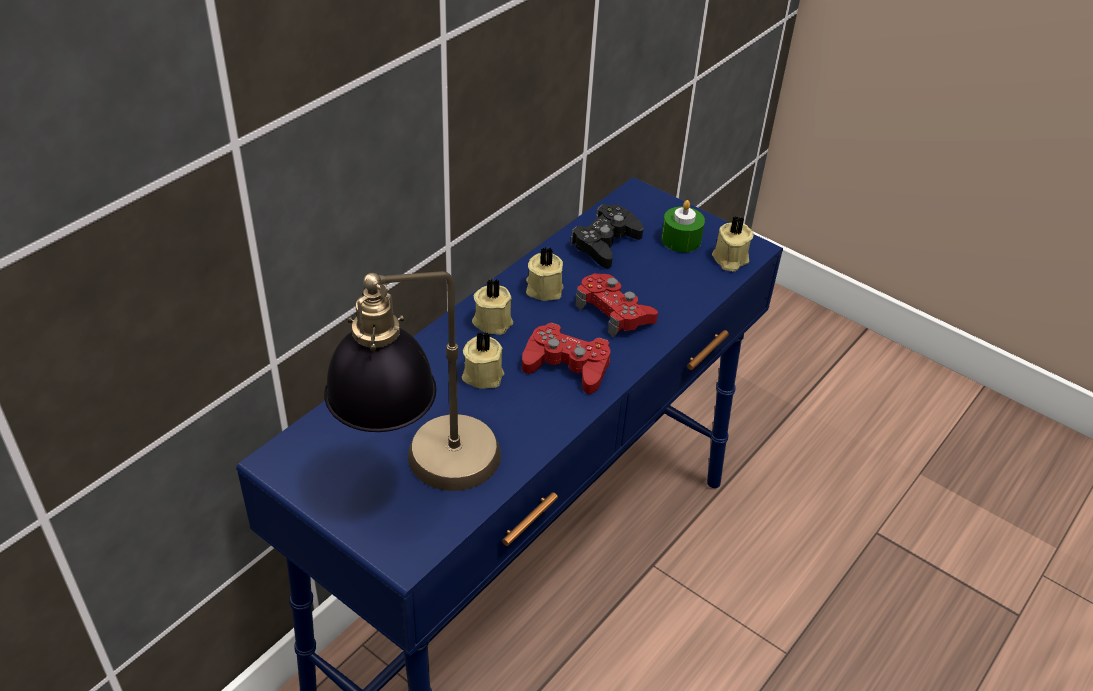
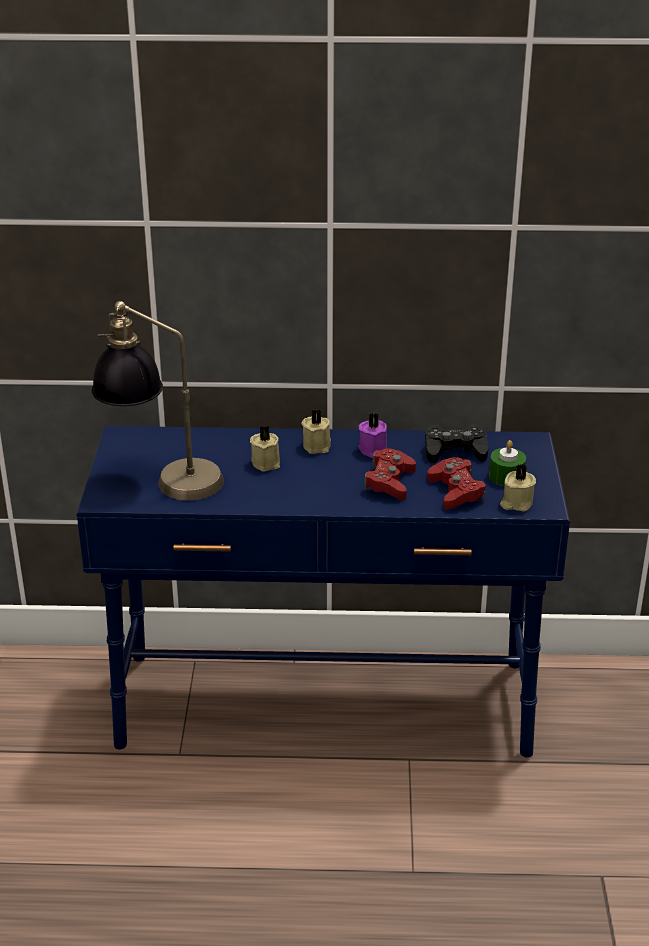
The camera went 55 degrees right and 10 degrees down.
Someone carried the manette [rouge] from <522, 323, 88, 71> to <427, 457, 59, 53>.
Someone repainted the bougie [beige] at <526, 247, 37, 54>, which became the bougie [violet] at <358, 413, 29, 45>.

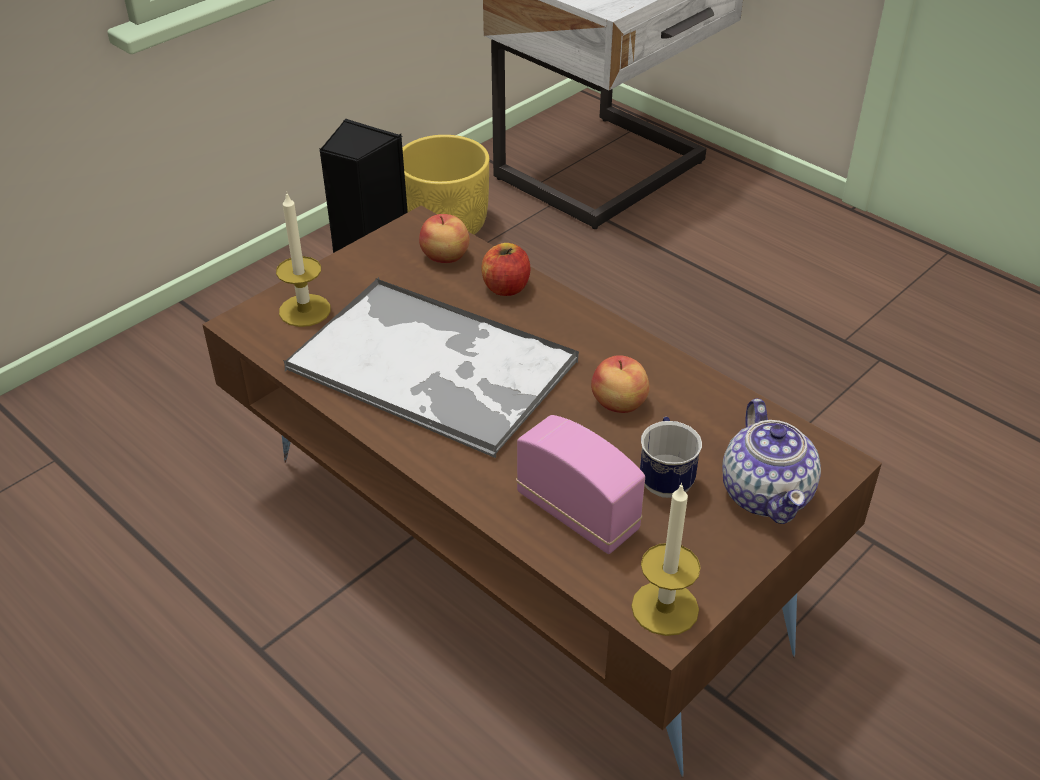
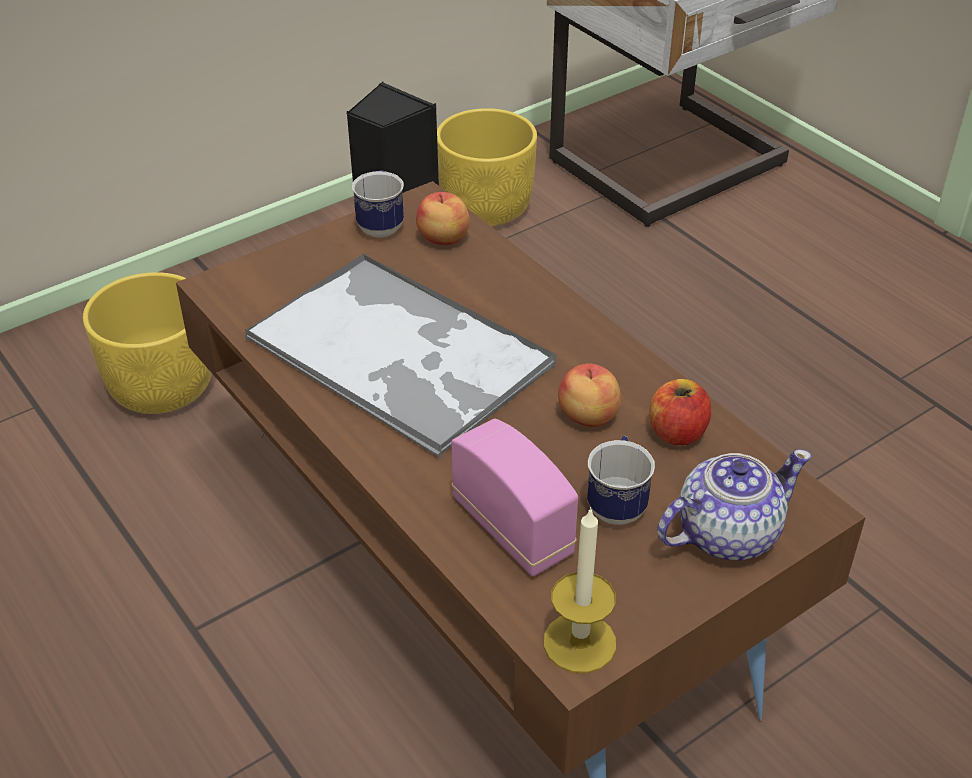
The camera went 10 degrees right and 0 degrees up.
Someone took away the bougie at <276, 191, 55, 136>.
Someone put down the cache-pot [jaune] at <83, 272, 129, 142>.
Someone put down the mug at <352, 170, 52, 68>.
Someone carried the pomme from <481, 243, 50, 53> to <650, 379, 61, 66>.
Someone rotated the théière at <722, 399, 99, 125> by 120 degrees counterclockwise.

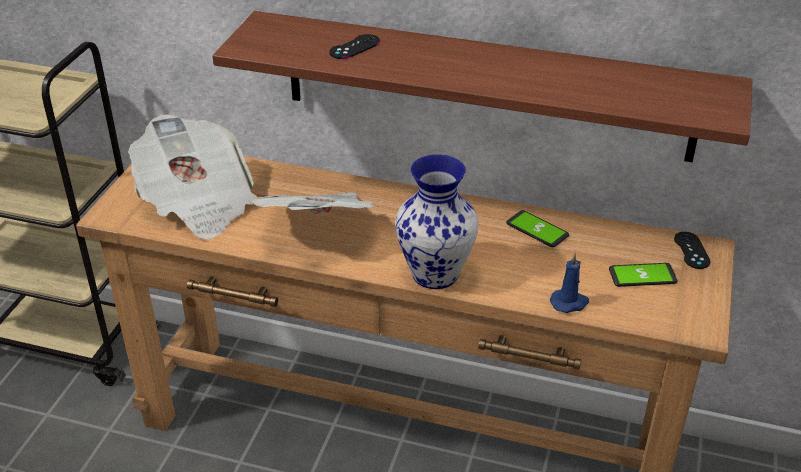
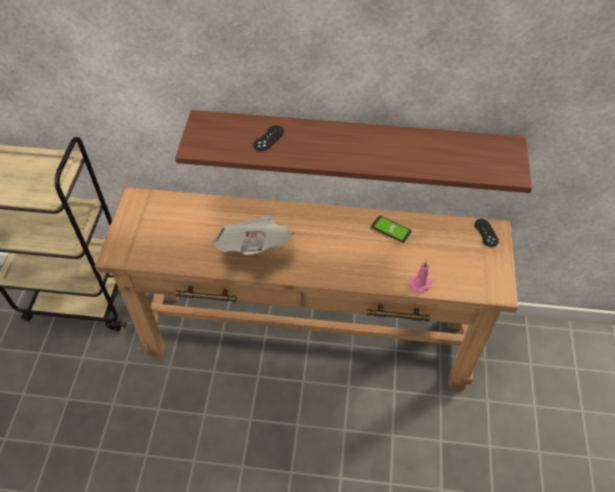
The camera went 10 degrees left and 15 degrees up.
Someone took away the journal at <128, 114, 129, 125>.
Someone took away the vase at <395, 154, 83, 135>.
Someone took away the téléphone at <609, 263, 69, 24>.
Someone repainted the bougie [bleu] at <550, 253, 39, 60>, which became the bougie [rose] at <409, 262, 23, 31>.

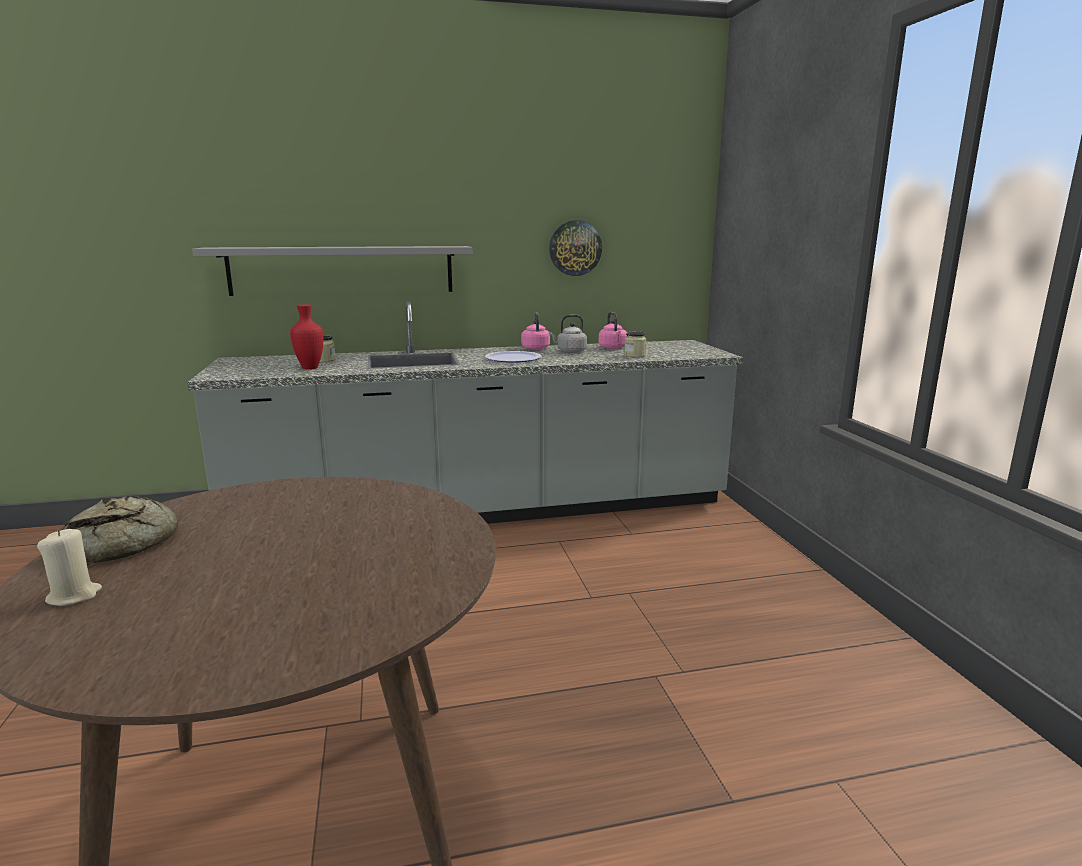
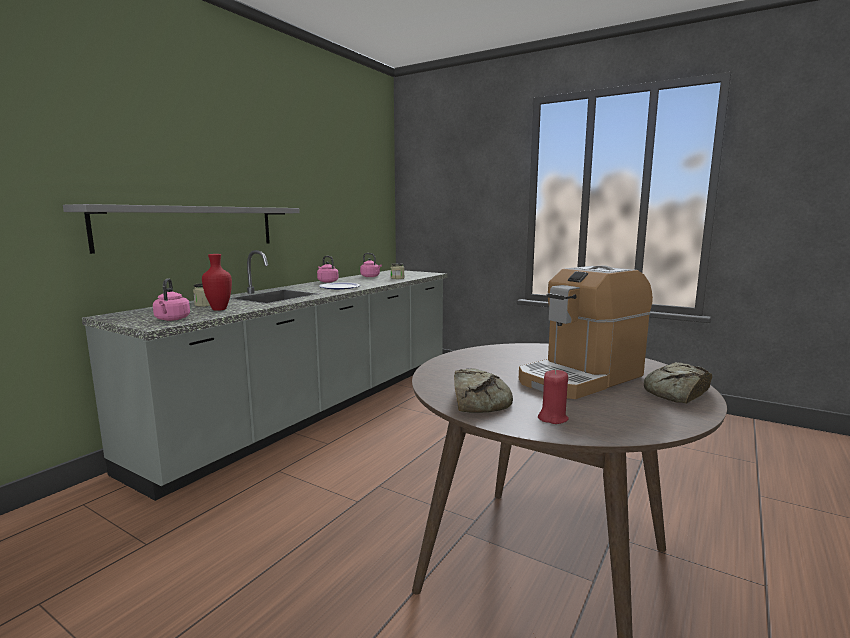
The camera went 45 degrees left and 5 degrees down.
Someone took away the horloge murale at <549, 220, 53, 56>.
Someone took away the bouilloire [gris] at <549, 315, 38, 38>.
Someone put down the bouilloire [rose] at <153, 278, 37, 43>.
Someone put down the machine à café at <519, 265, 134, 134>.
Someone put down the pain at <644, 362, 68, 42>.
Someone repainted the bougie [beige] at <37, 529, 65, 77>, which became the bougie [rouge] at <538, 369, 31, 55>.

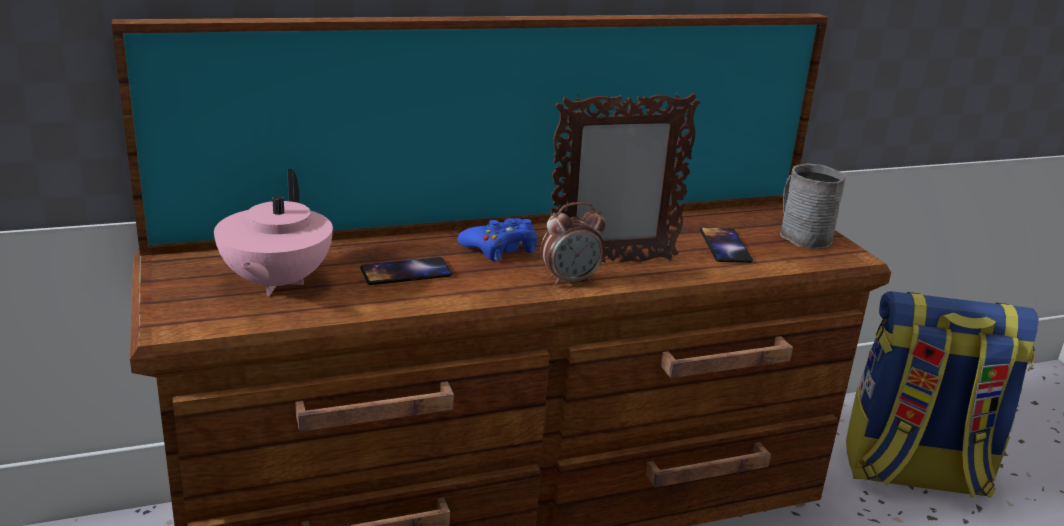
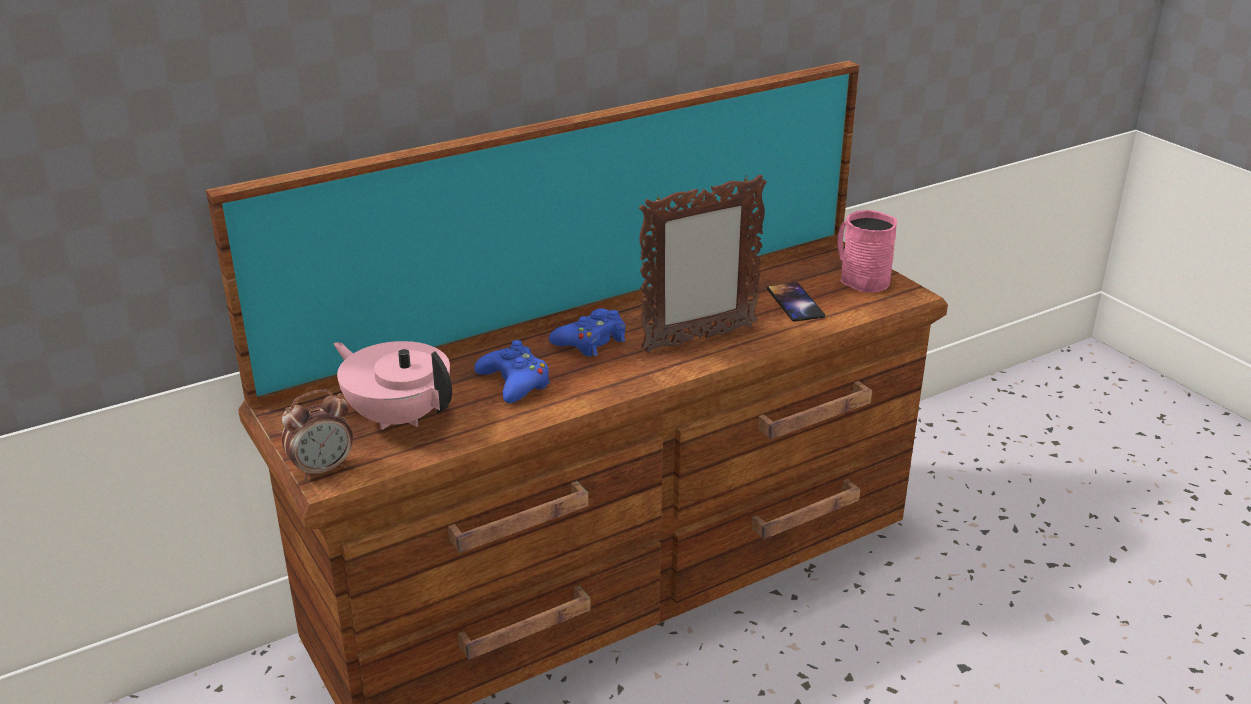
The camera went 10 degrees left and 5 degrees up.
Someone took away the sac à dos at <846, 291, 193, 207>.
Someone carried the réveil from <541, 202, 65, 84> to <282, 389, 71, 91>.
Someone swapped the téléphone at <360, 257, 92, 28> for the manette [bleu] at <474, 340, 76, 63>.
Someone repainted the mug [gris] at <780, 163, 66, 86>, which became the mug [rose] at <837, 210, 60, 83>.
Someone rotated the théière [rose] at <214, 169, 119, 127> by 135 degrees clockwise.

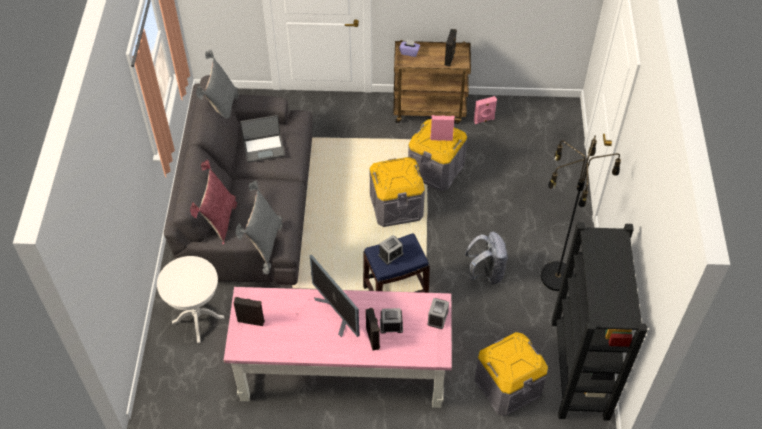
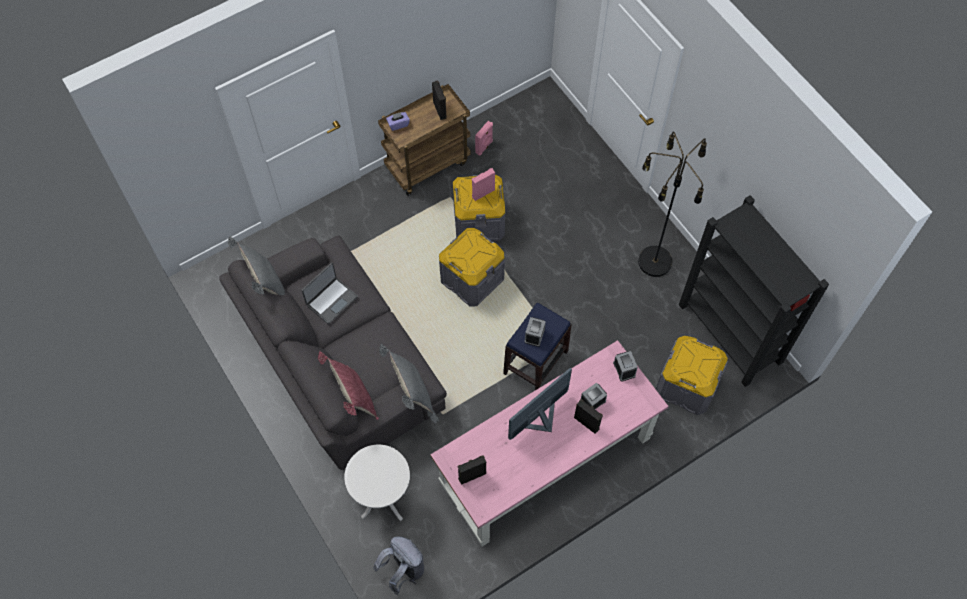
The camera went 35 degrees left and 10 degrees up.
Someone carried the sac à dos [gris] from <465, 232, 43, 52> to <373, 536, 51, 59>.
Someone rotated the écran d'ordinateur at <310, 254, 49, 83> by 120 degrees clockwise.

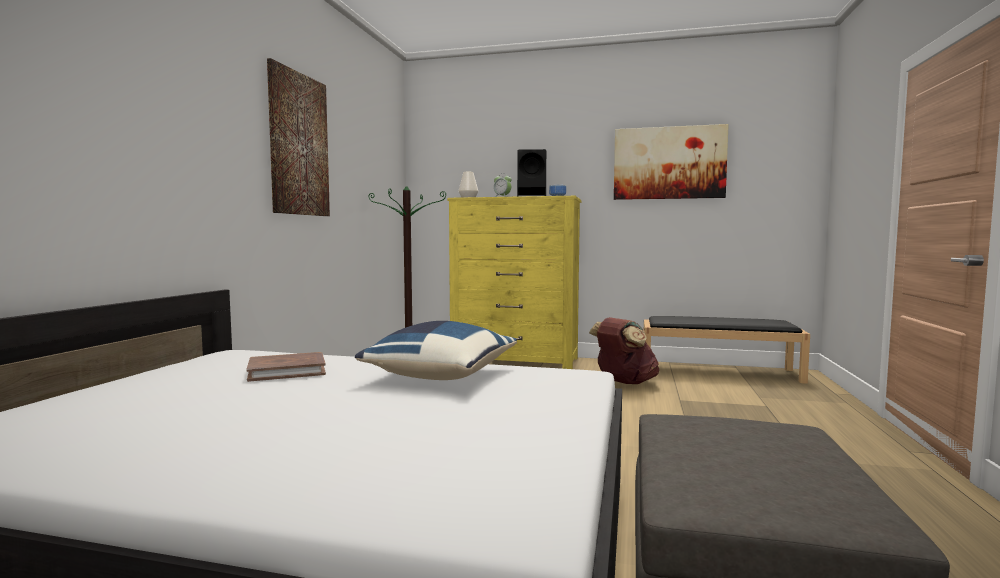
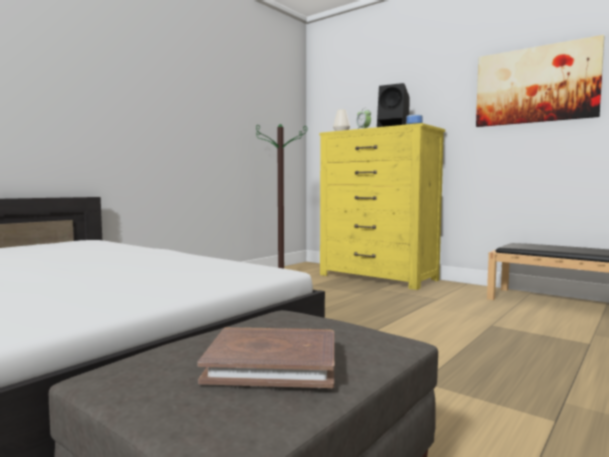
The camera went 25 degrees right and 0 degrees up.
Someone took away the tableau at <267, 58, 63, 158>.
Someone took away the coussin [bleu] at <355, 321, 162, 59>.
Someone took away the sac à dos [marron] at <589, 317, 70, 67>.
Someone carried the livre [marron] from <246, 352, 80, 30> to <197, 327, 137, 61>.

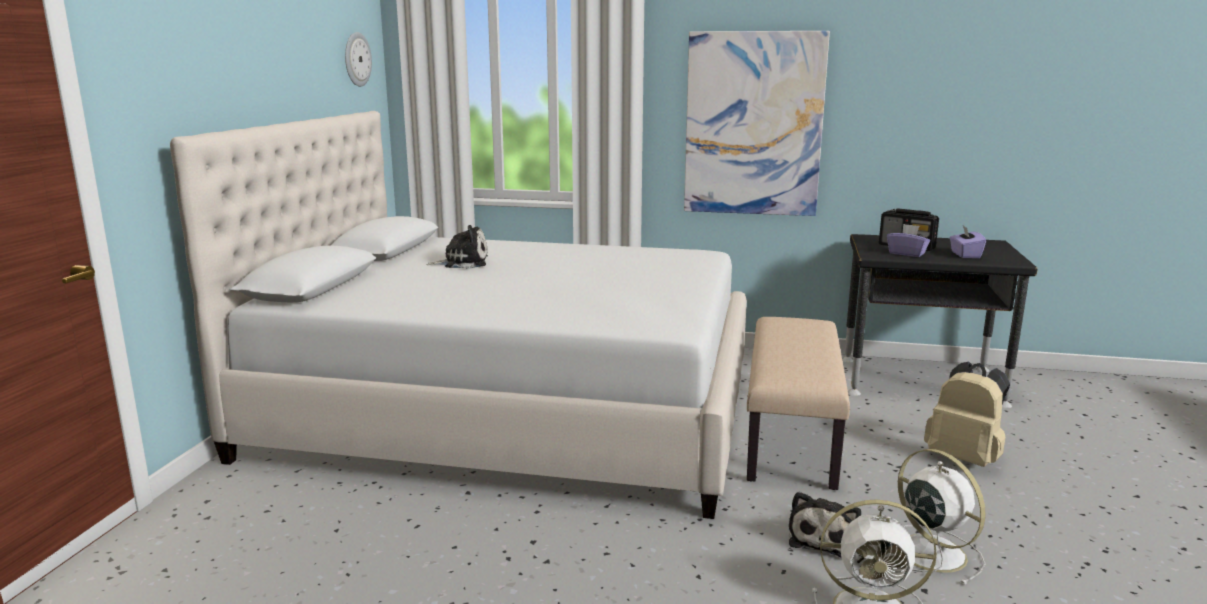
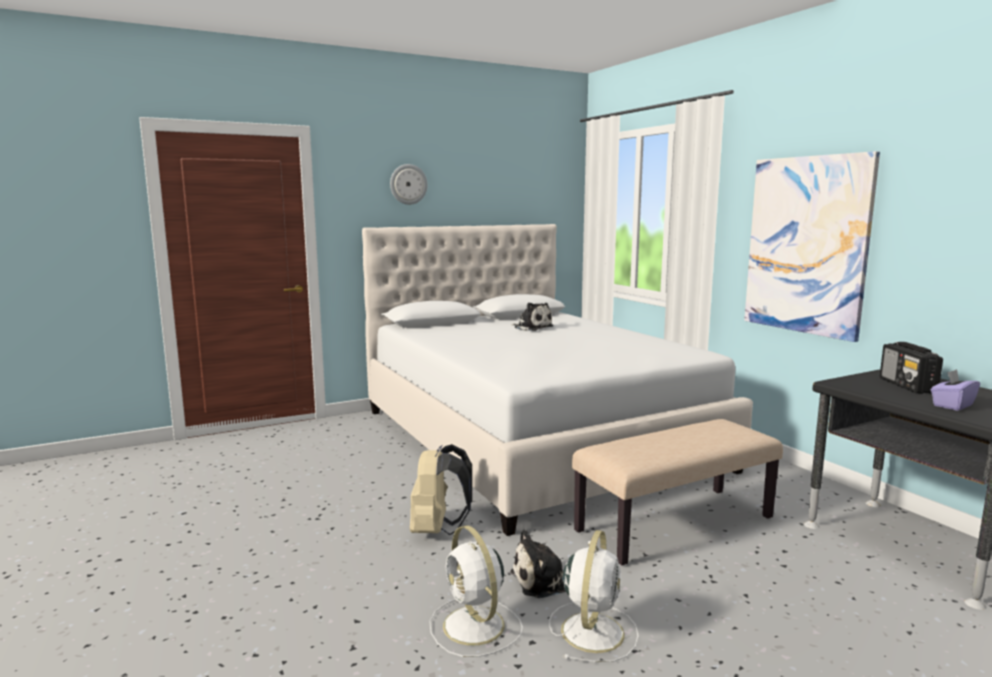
The camera went 50 degrees right and 5 degrees down.
Someone took away the boîte à mouchoirs [violet] at <887, 224, 43, 33>.
Someone carried the horloge murale from <345, 32, 27, 55> to <390, 164, 37, 41>.
Someone carried the sac à dos [beige] from <924, 362, 86, 105> to <410, 444, 62, 91>.

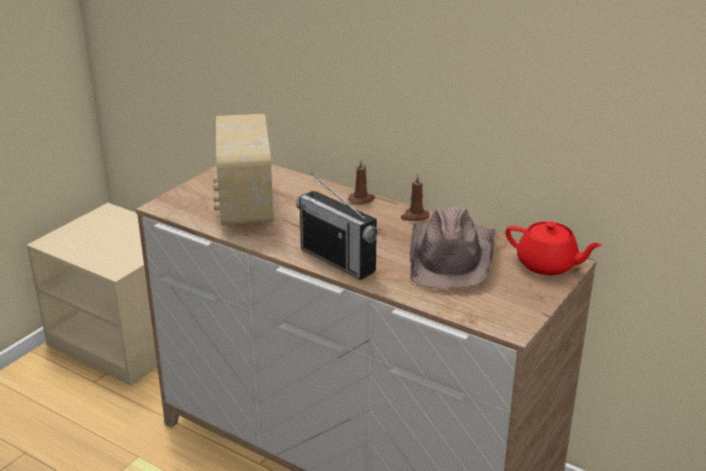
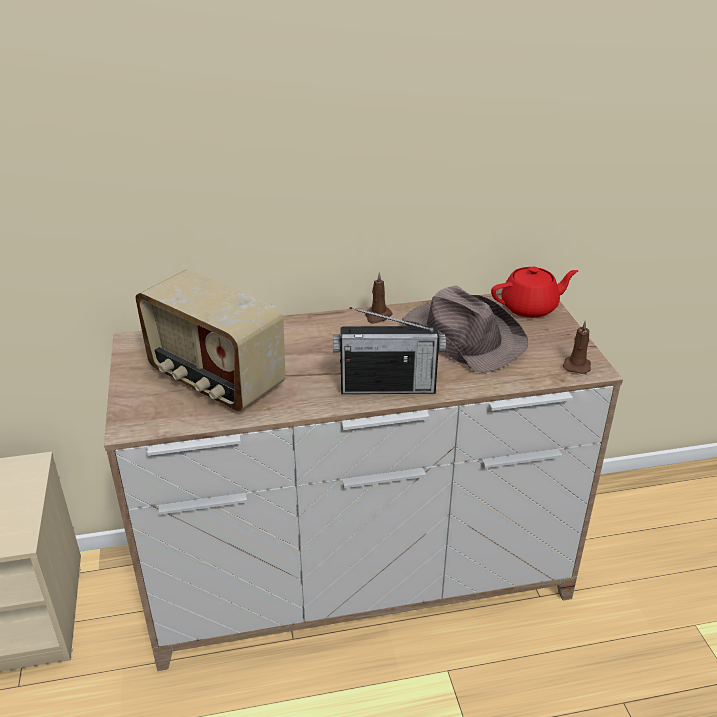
The camera went 45 degrees left and 5 degrees up.
Someone carried the bougie [marron] from <348, 159, 27, 45> to <563, 320, 28, 54>.

